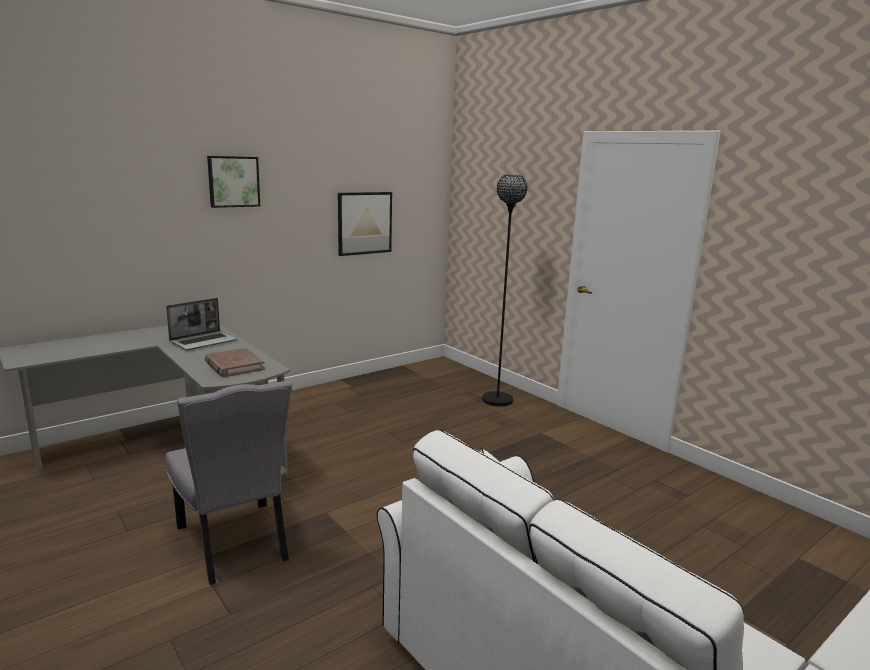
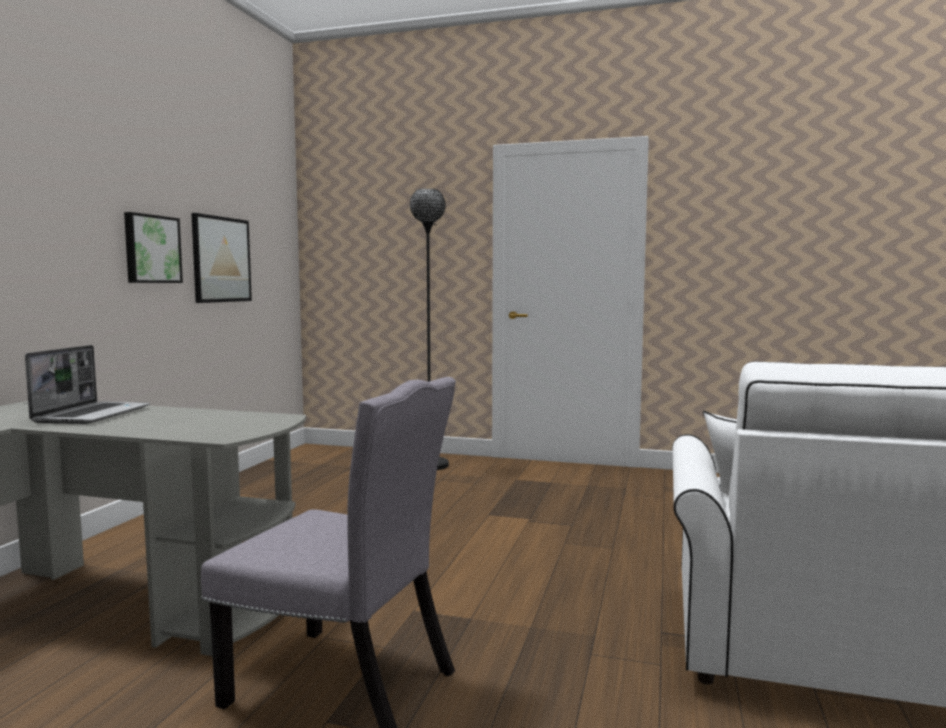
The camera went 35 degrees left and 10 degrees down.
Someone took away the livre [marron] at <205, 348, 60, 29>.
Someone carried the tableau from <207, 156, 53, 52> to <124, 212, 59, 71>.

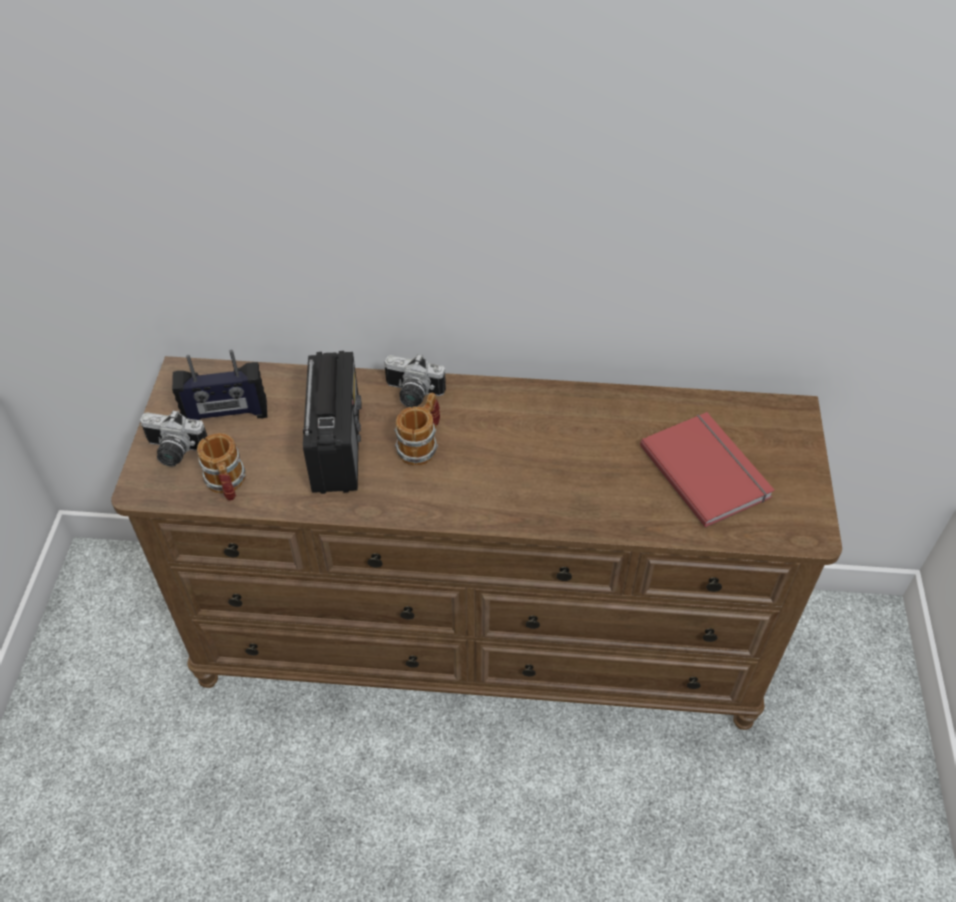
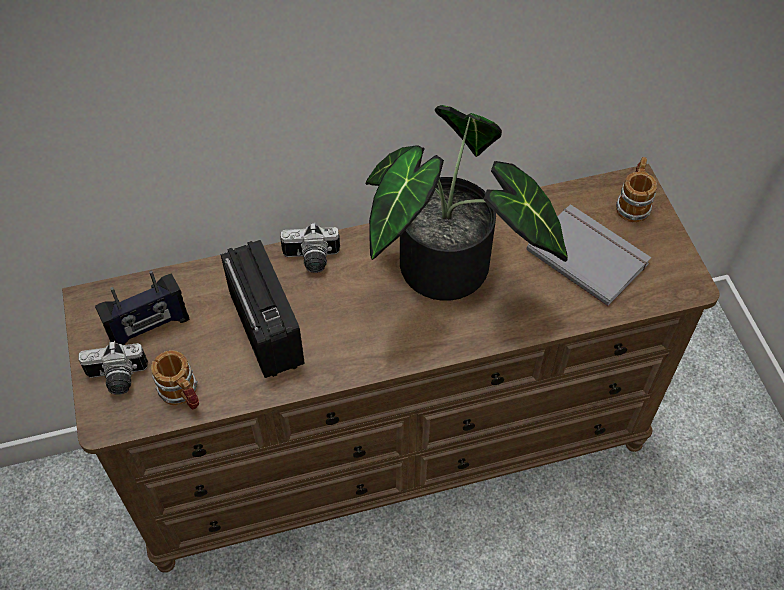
The camera went 20 degrees left and 5 degrees up.
Someone put down the plante en pot at <366, 105, 202, 196>.
Someone carried the mug from <394, 393, 46, 72> to <616, 157, 41, 66>.
Someone repainted the livre [rouge] at <640, 412, 135, 116>, which became the livre [gris] at <527, 204, 124, 102>.

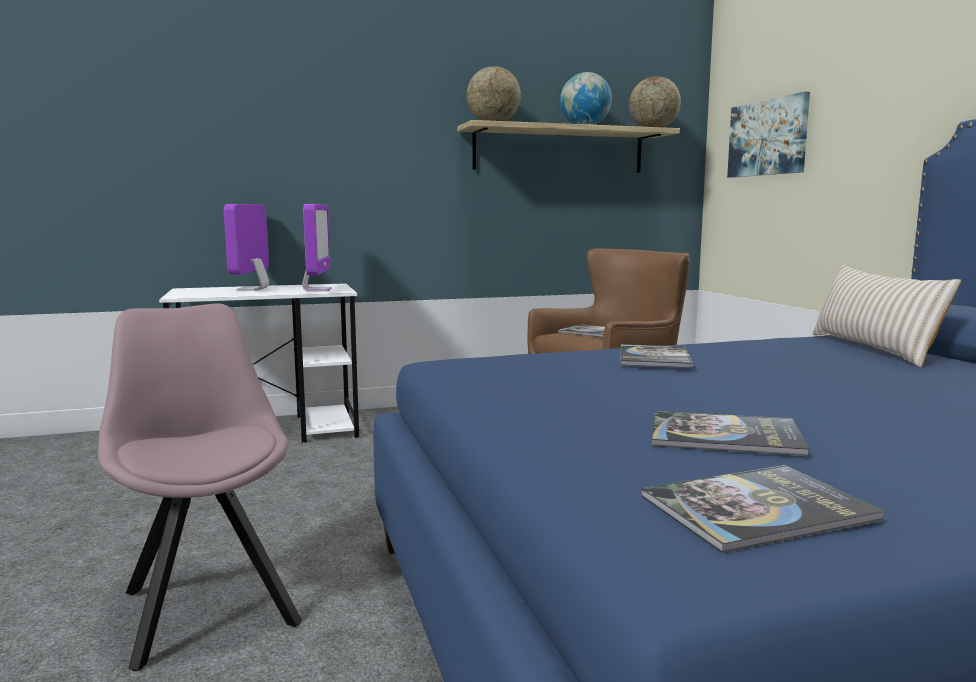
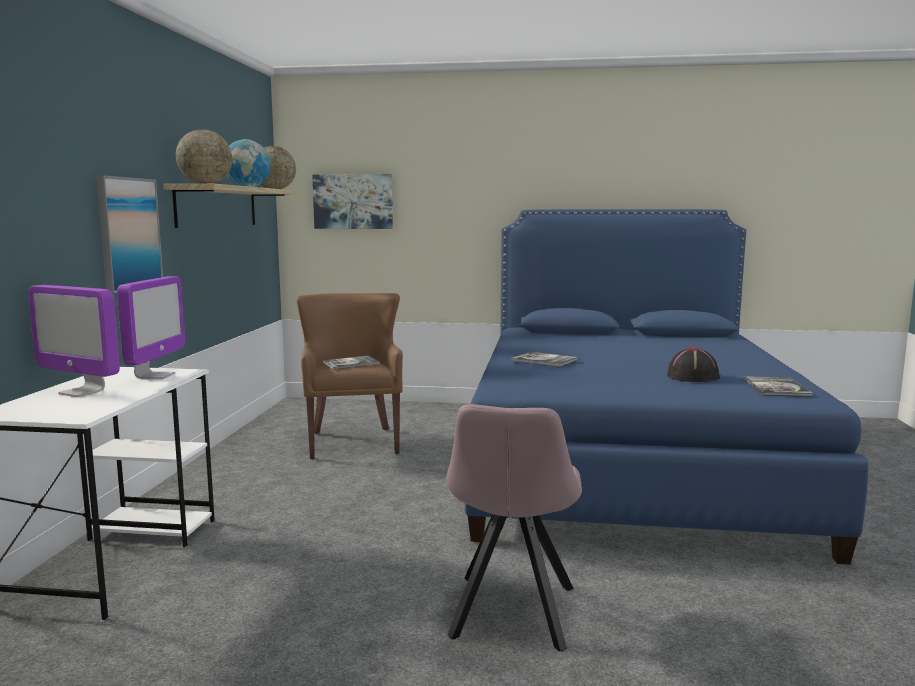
The camera went 65 degrees left and 0 degrees up.
Someone took away the coussin [beige] at <812, 265, 149, 103>.
Someone put up the tableau at <96, 175, 67, 119>.
Someone swapped the livre at <652, 411, 158, 45> for the chapeau [noir] at <667, 347, 53, 35>.
Someone rotated the chaise [rose] at <98, 304, 204, 367> by 75 degrees counterclockwise.
Someone rotated the écran d'ordinateur at <302, 204, 30, 87> by 75 degrees clockwise.

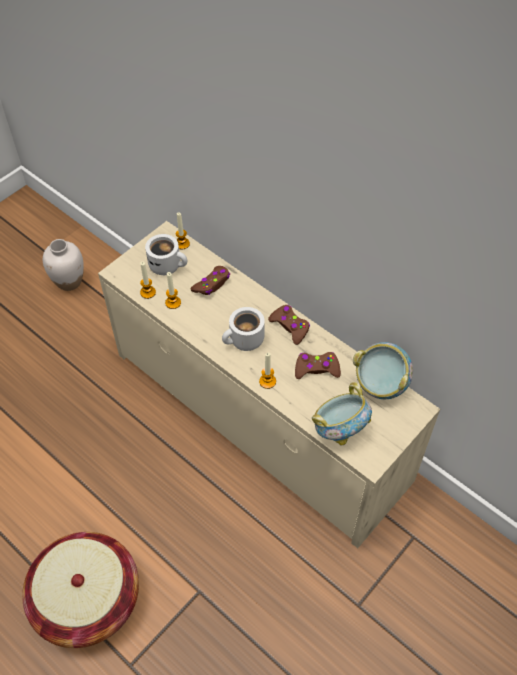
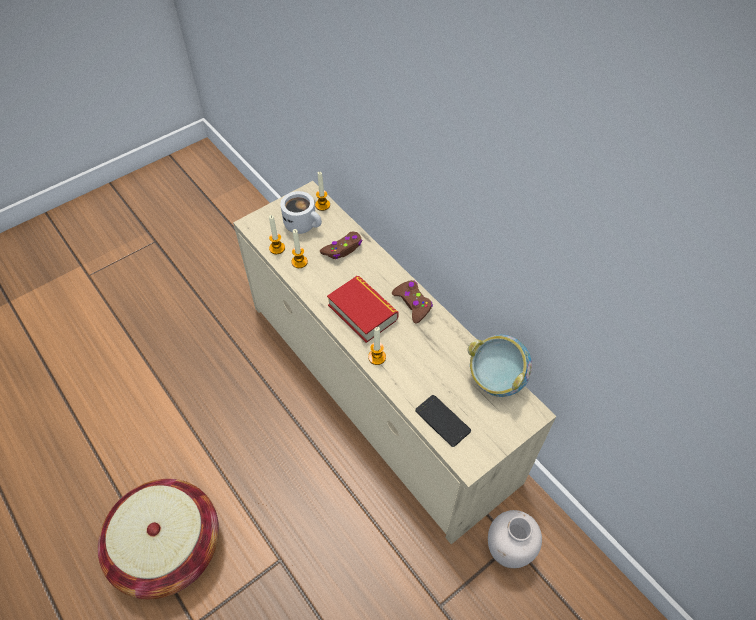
The camera went 10 degrees right and 0 degrees up.
Someone took away the manette [marron] at <295, 352, 46, 27>.
Someone carried the vase [blanc] from <43, 239, 41, 52> to <488, 510, 54, 59>.
Someone swapped the mug [blanc] at <222, 307, 43, 44> for the livre at <327, 276, 72, 67>.
Someone swapped the bol at <312, 382, 60, 64> for the téléphone at <415, 395, 56, 52>.

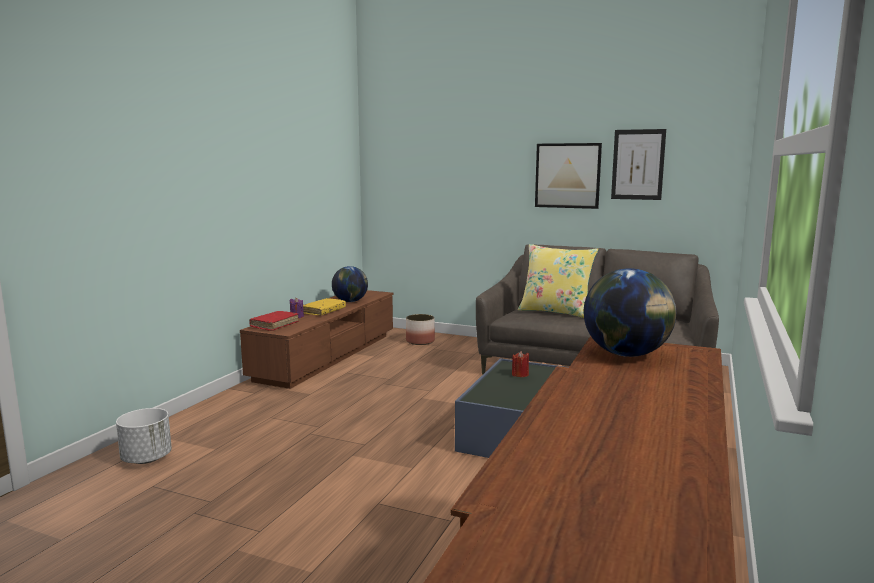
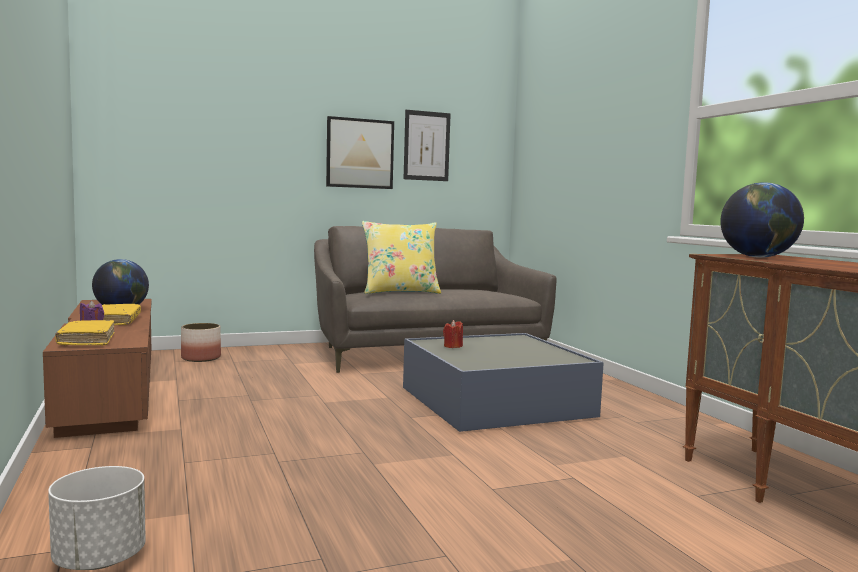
The camera went 45 degrees left and 5 degrees down.
Someone repainted the livre [rouge] at <249, 311, 49, 20>, which became the livre [jaune] at <55, 320, 60, 25>.

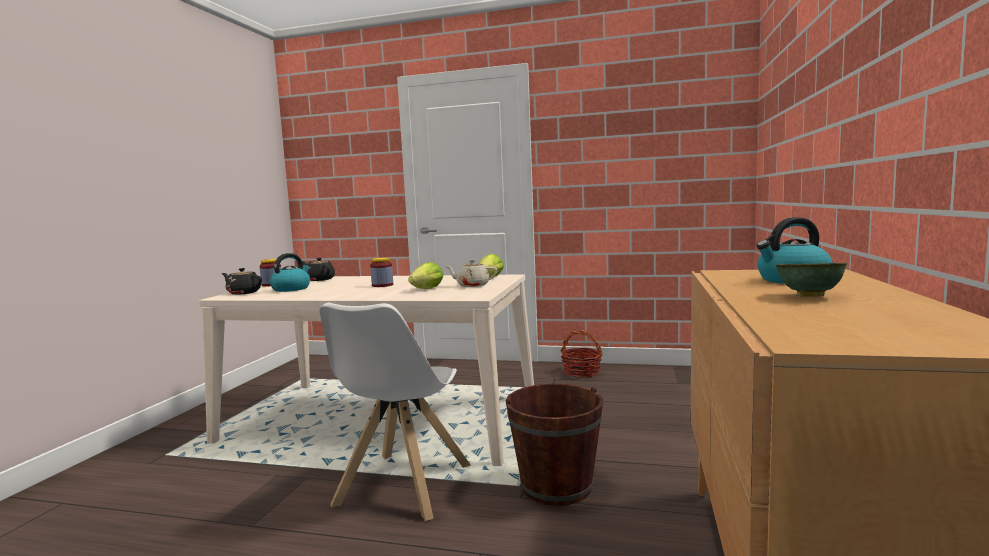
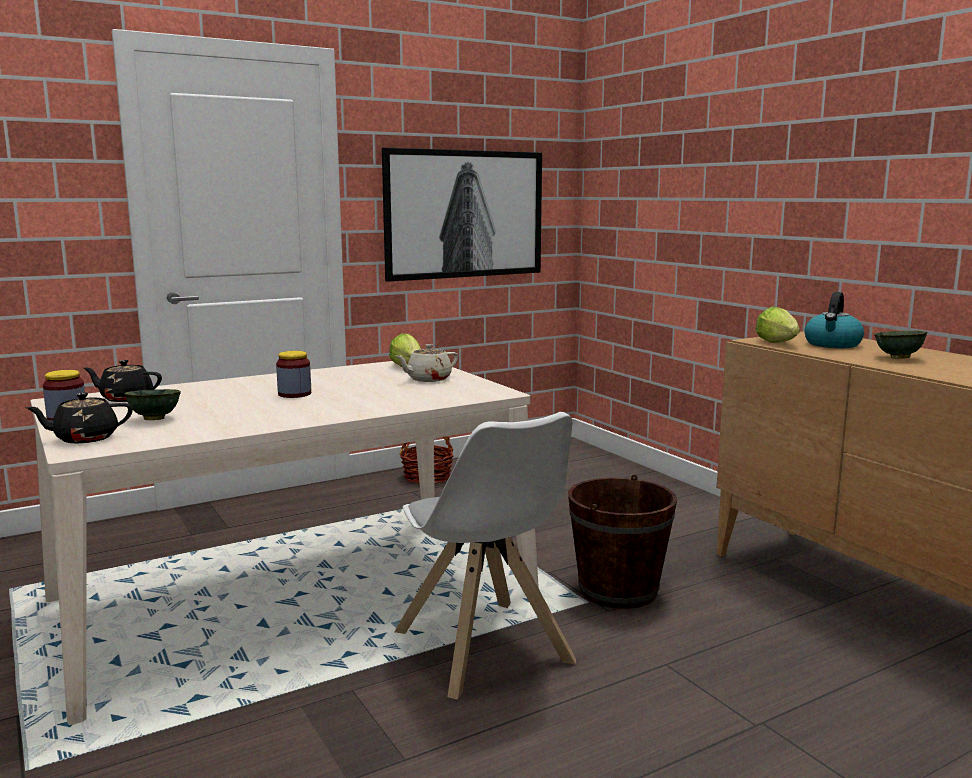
The camera went 45 degrees left and 5 degrees up.
Someone put up the tableau at <382, 148, 160, 134>.
Someone carried the laitue from <409, 262, 35, 27> to <756, 307, 44, 36>.
Someone swapped the bouilloire at <270, 253, 40, 39> for the bol [vert] at <124, 389, 57, 31>.

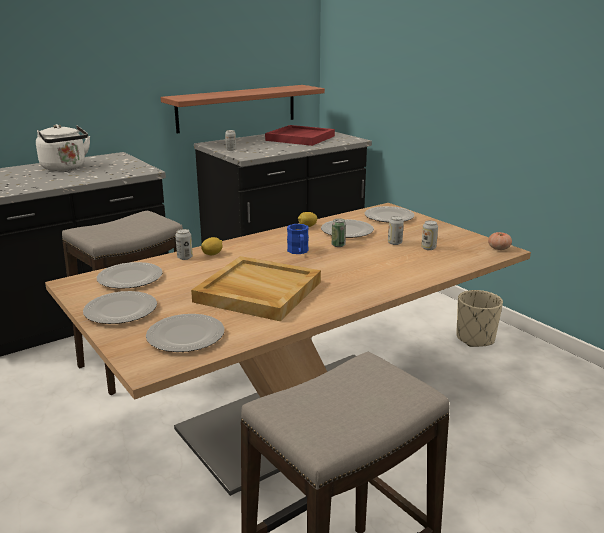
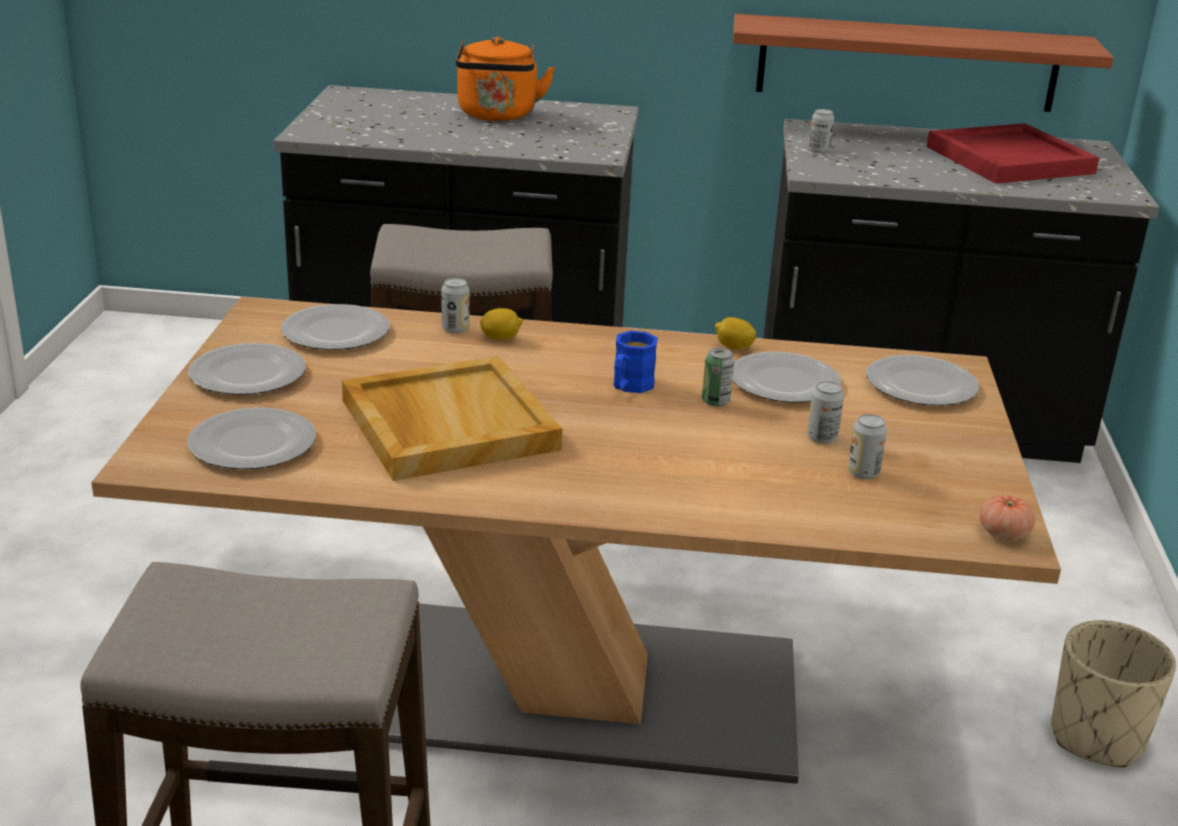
The camera went 40 degrees right and 5 degrees up.
Someone repainted the bouilloire [blanc] at <36, 124, 54, 47>, which became the bouilloire [orange] at <456, 37, 99, 84>.

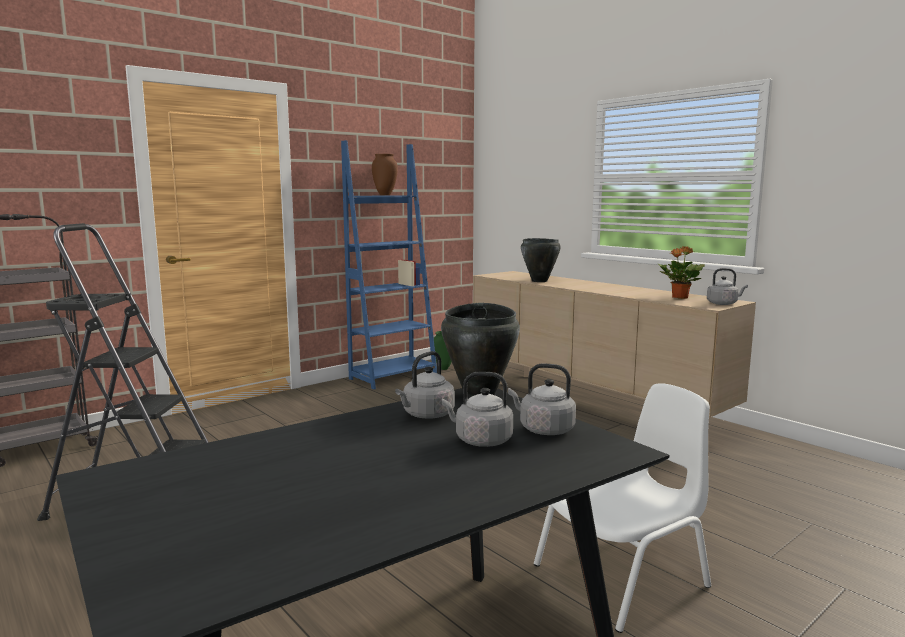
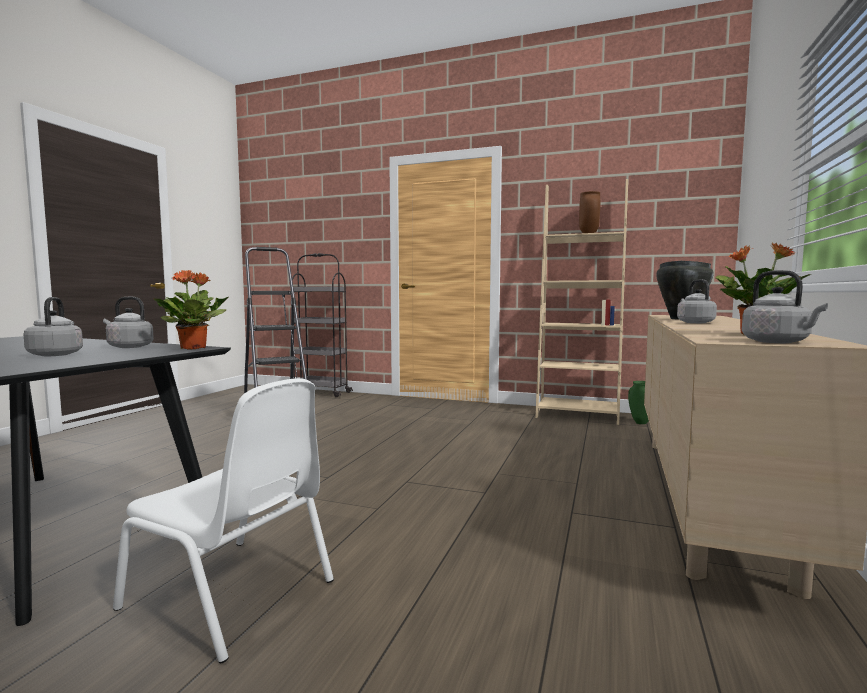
The camera went 60 degrees right and 5 degrees down.
Someone carried the bouilloire [gris] from <508, 364, 68, 71> to <677, 279, 40, 44>.
Someone swapped the marmite [noir] at <441, 303, 79, 94> for the plante en pot at <152, 270, 77, 80>.
Someone repainted the bibliothèque [bleu] at <341, 140, 96, 249>, which became the bibliothèque [beige] at <535, 179, 93, 246>.

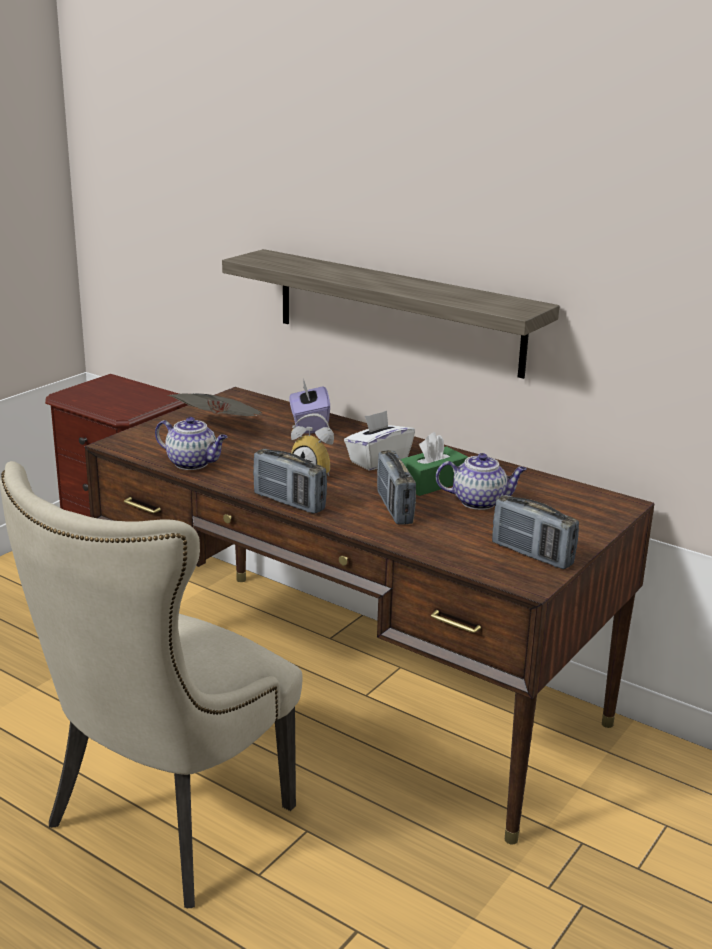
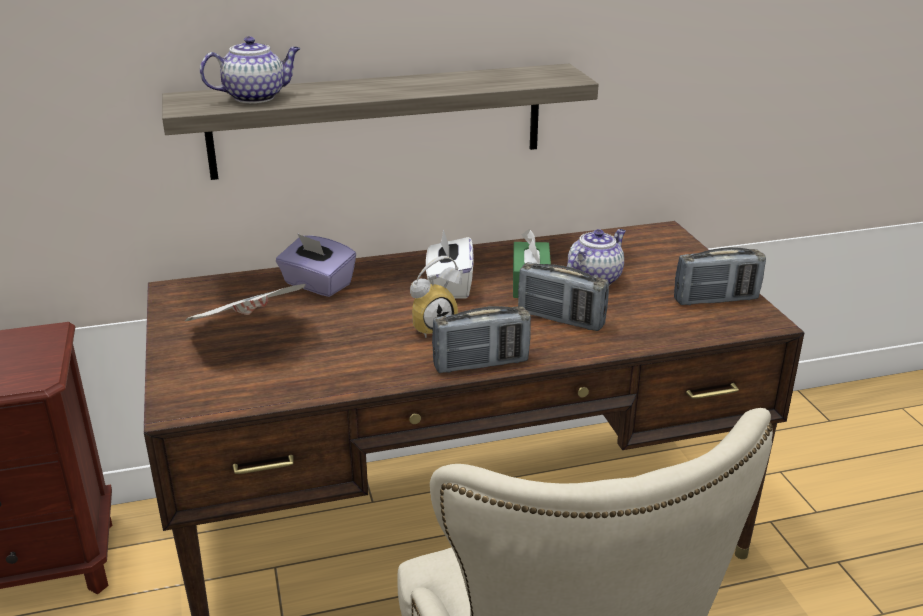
The camera went 50 degrees left and 5 degrees up.
Someone carried the théière from <155, 417, 72, 53> to <200, 36, 101, 67>.

